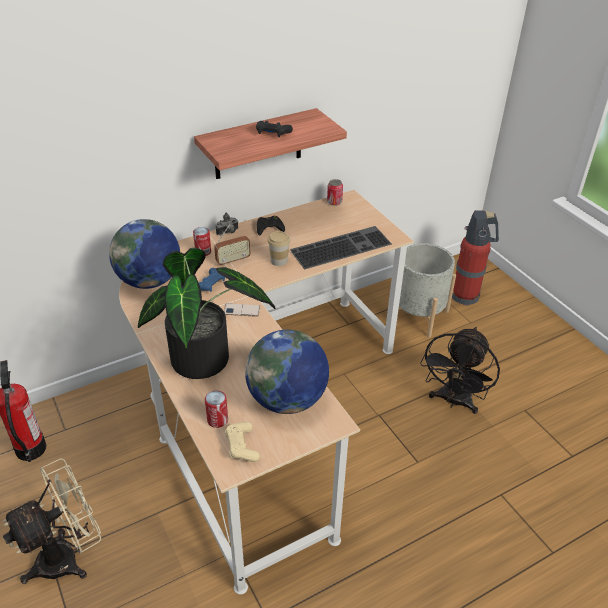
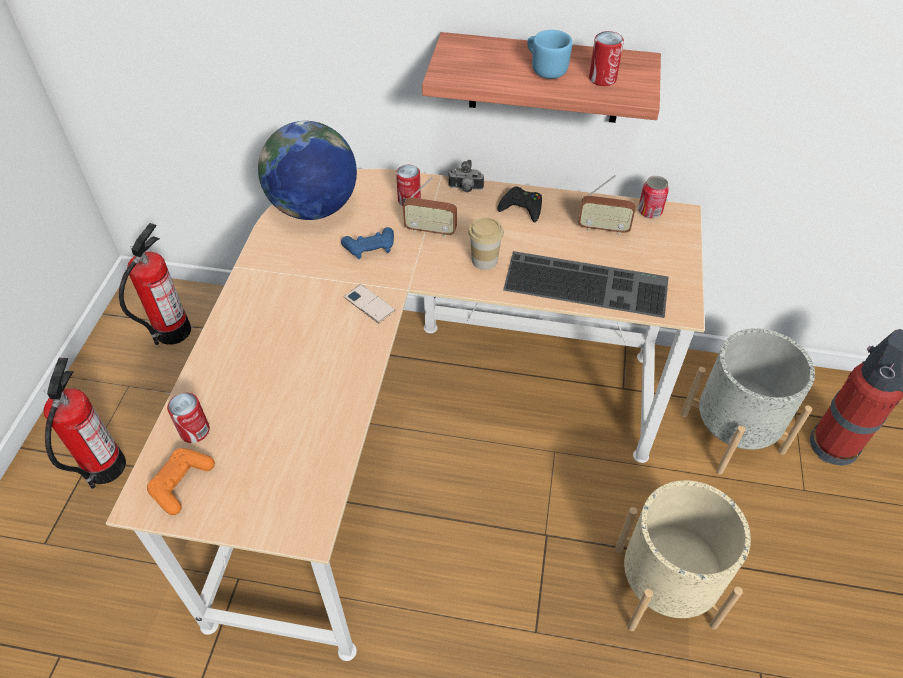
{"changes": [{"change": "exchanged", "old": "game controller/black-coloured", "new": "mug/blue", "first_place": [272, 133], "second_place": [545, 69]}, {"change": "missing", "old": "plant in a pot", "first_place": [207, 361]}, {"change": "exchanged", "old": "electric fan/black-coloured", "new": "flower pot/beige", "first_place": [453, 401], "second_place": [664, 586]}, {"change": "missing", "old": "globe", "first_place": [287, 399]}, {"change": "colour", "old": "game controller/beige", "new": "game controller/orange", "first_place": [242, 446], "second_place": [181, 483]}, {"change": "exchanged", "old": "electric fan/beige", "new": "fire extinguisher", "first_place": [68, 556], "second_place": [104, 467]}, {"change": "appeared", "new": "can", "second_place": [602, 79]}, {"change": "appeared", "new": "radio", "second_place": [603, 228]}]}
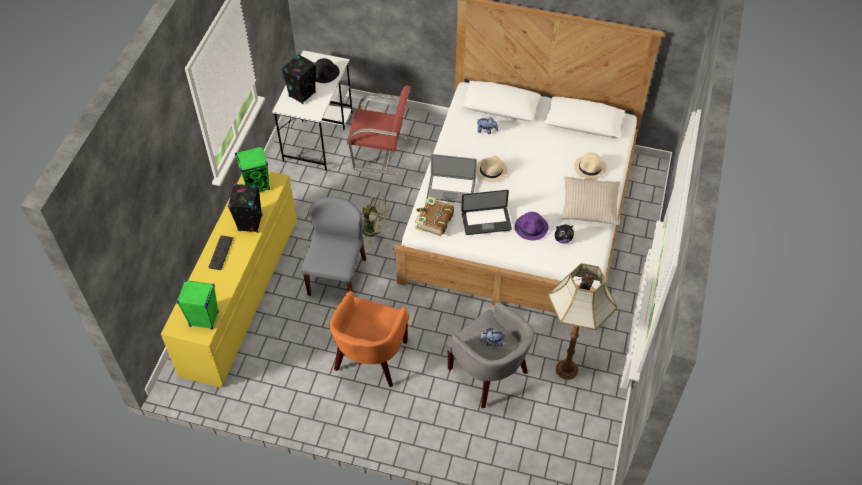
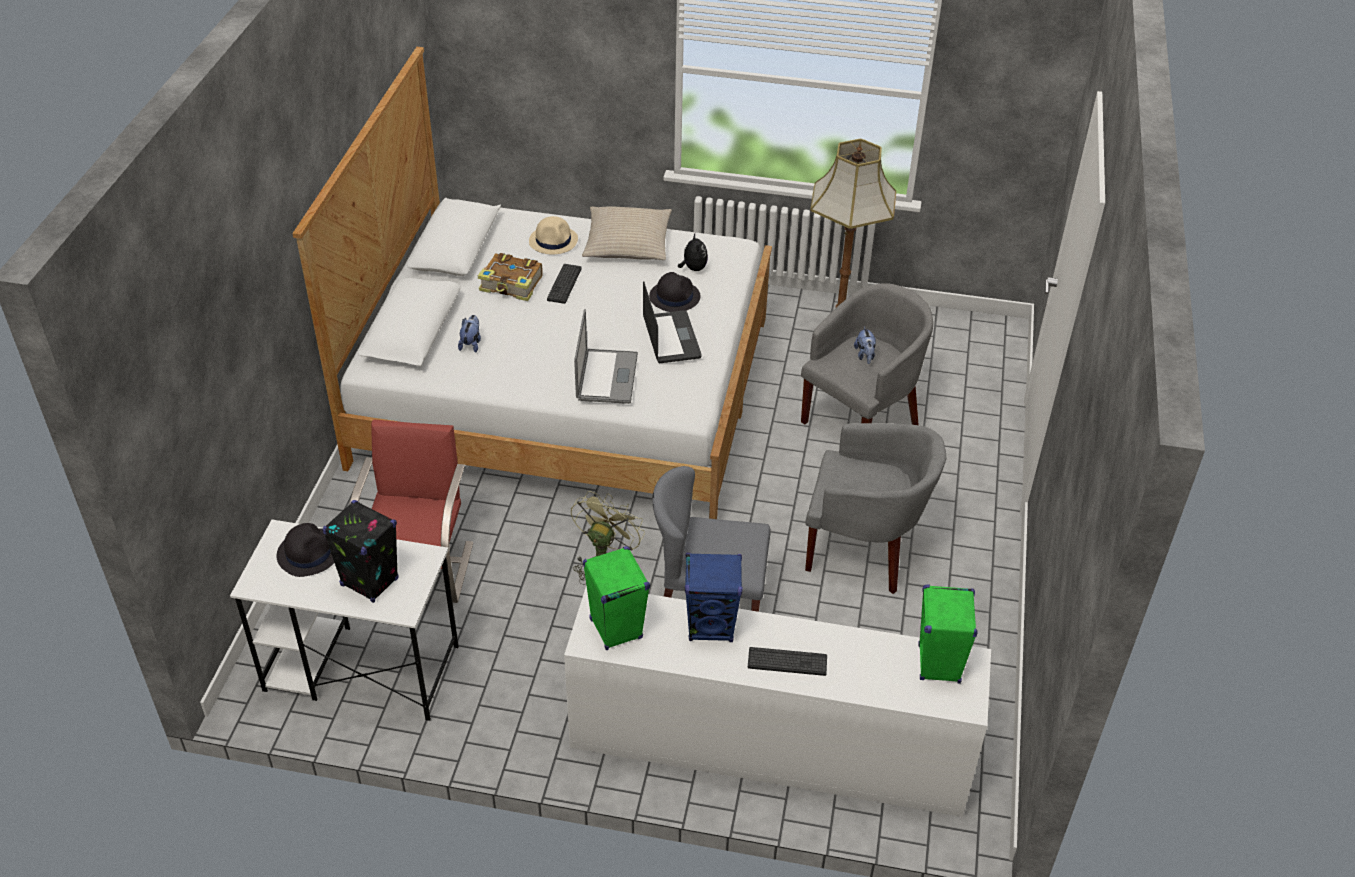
{"changes": [{"change": "missing", "old": "wearable hat/beige", "first_place": [491, 170]}, {"change": "colour", "old": "chest of drawers/yellowish", "new": "chest of drawers/white", "first_place": [240, 295], "second_place": [769, 745]}, {"change": "colour", "old": "speaker/black-coloured", "new": "speaker/blue", "first_place": [250, 223], "second_place": [711, 627]}, {"change": "relocated", "old": "bound book", "first_place": [433, 221], "second_place": [512, 285]}, {"change": "colour", "old": "wearable hat/purplish", "new": "wearable hat/black-coloured", "first_place": [531, 227], "second_place": [674, 296]}, {"change": "colour", "old": "lounge chair/orange", "new": "lounge chair/gray", "first_place": [371, 358], "second_place": [864, 549]}, {"change": "appeared", "new": "keyboard", "second_place": [564, 284]}]}
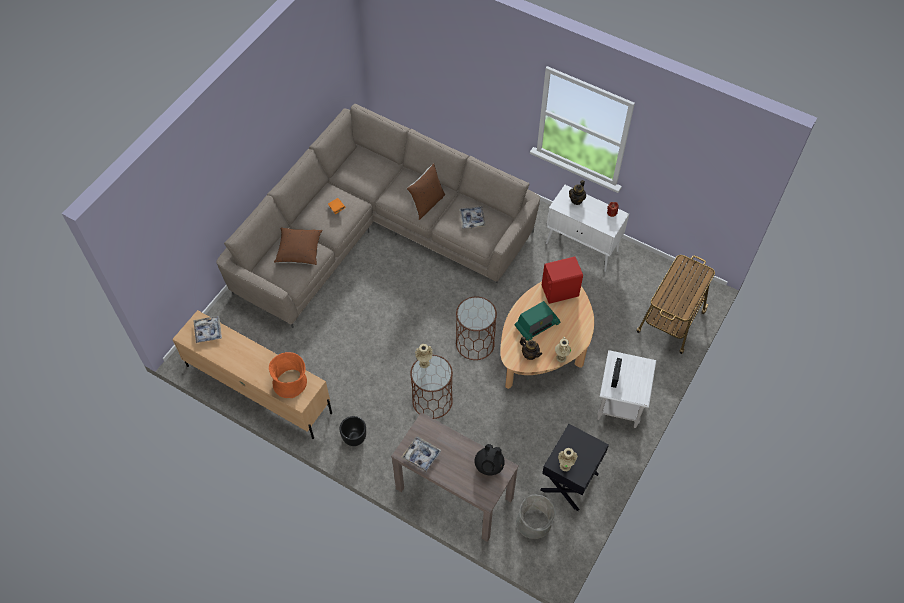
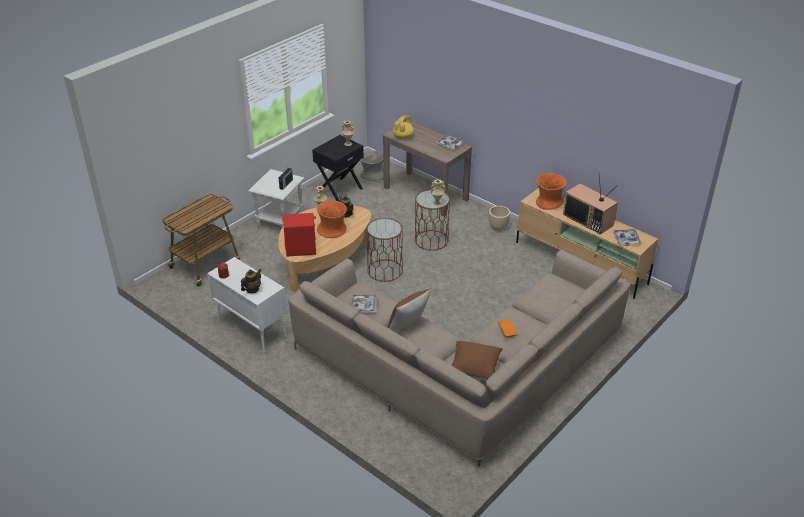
{"changes": [{"change": "relocated", "old": "pillow/brown", "first_place": [299, 251], "second_place": [474, 368]}, {"change": "exchanged", "old": "radio", "new": "decorative vase/orange", "first_place": [536, 325], "second_place": [332, 230]}, {"change": "colour", "old": "flower pot/black-coloured", "new": "flower pot/beige", "first_place": [354, 437], "second_place": [498, 227]}, {"change": "colour", "old": "tea pot/black-coloured", "new": "tea pot/yellowish", "first_place": [489, 466], "second_place": [403, 136]}, {"change": "appeared", "new": "TV", "second_place": [589, 220]}]}
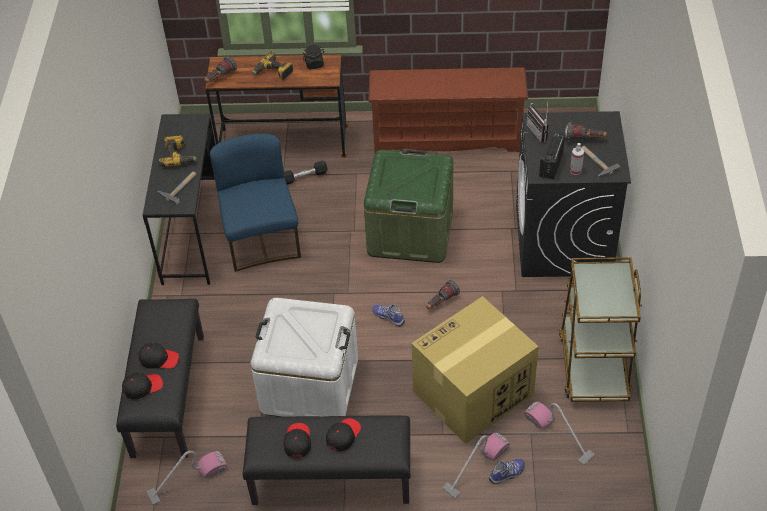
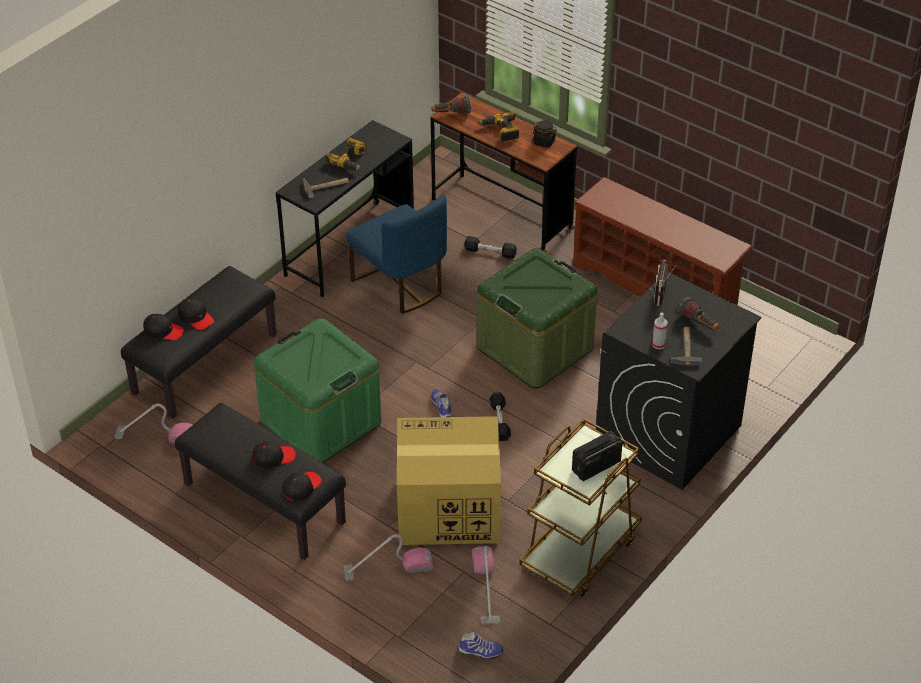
{"changes": [{"change": "relocated", "old": "radio", "first_place": [550, 165], "second_place": [595, 466]}, {"change": "spun", "old": "plain chair/blue", "first_place": [262, 240], "second_place": [400, 285], "degrees": 120}, {"change": "exchanged", "old": "flashlight", "new": "hand weight/black-coloured", "first_place": [441, 302], "second_place": [500, 421]}, {"change": "colour", "old": "storage bin/white", "new": "storage bin/green", "first_place": [309, 385], "second_place": [321, 422]}, {"change": "relocated", "old": "baseball cap/black-coloured", "first_place": [297, 441], "second_place": [301, 488]}, {"change": "relocated", "old": "shoe", "first_place": [507, 474], "second_place": [480, 652]}]}
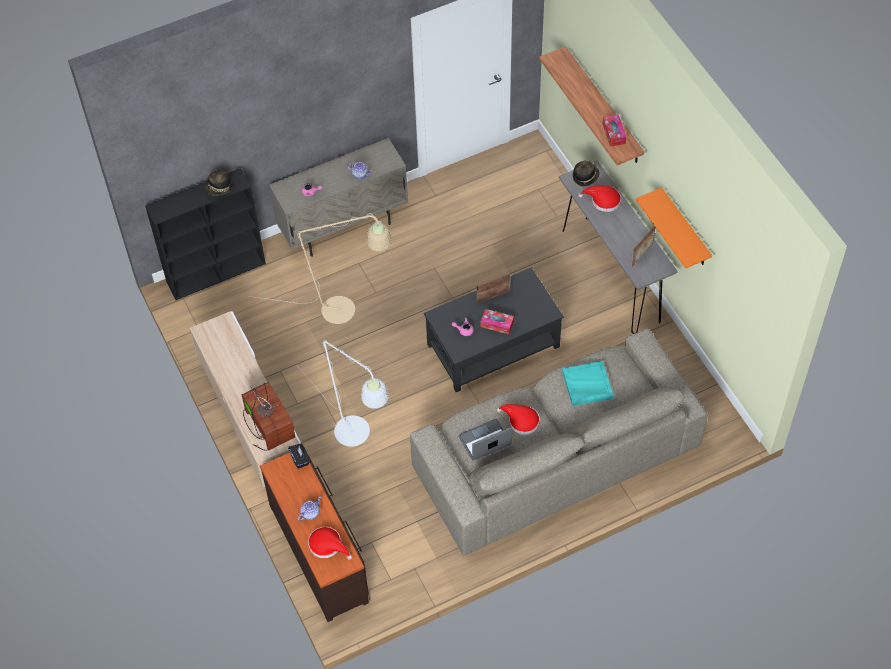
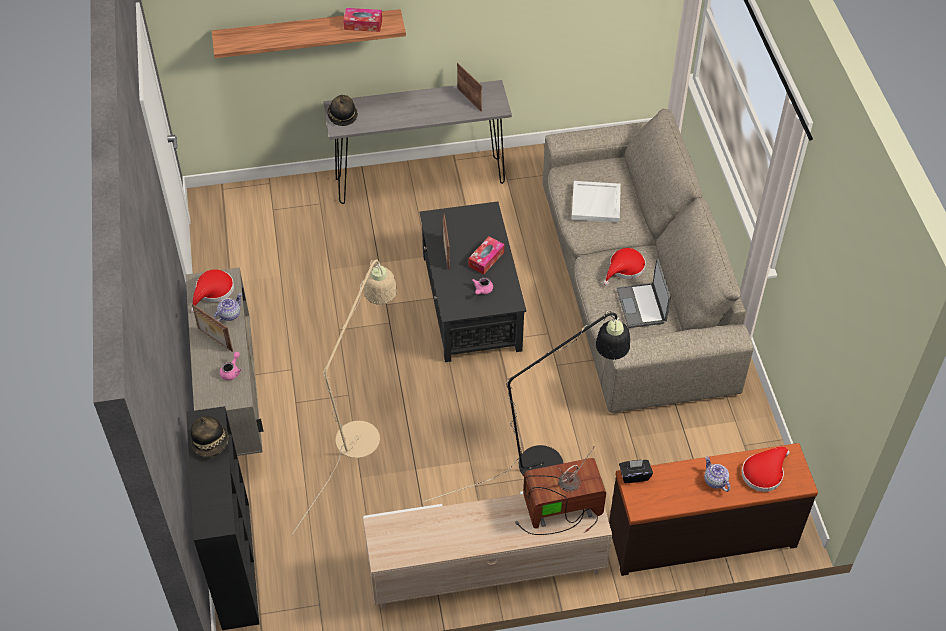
{"changes": [{"change": "relocated", "old": "wearable hat/red", "first_place": [603, 201], "second_place": [213, 291]}, {"change": "missing", "old": "shelf/orange", "first_place": [685, 229]}, {"change": "colour", "old": "standard lamp/white", "new": "standard lamp/black-coloured", "first_place": [358, 437], "second_place": [552, 460]}, {"change": "colour", "old": "carrying tray/turquoise", "new": "carrying tray/white", "first_place": [587, 385], "second_place": [596, 204]}, {"change": "appeared", "new": "standing frame", "second_place": [214, 340]}]}
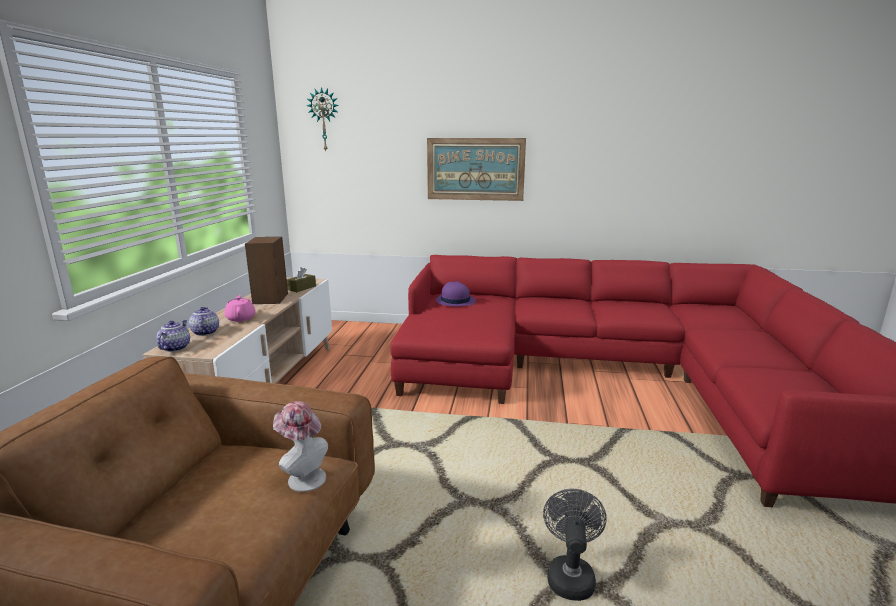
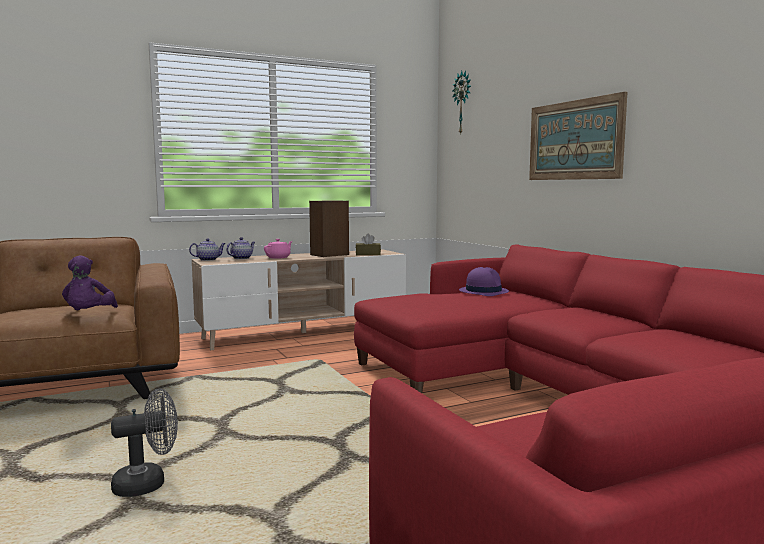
{"changes": [{"change": "exchanged", "old": "wearable hat", "new": "plush toy/purplish", "first_place": [303, 477], "second_place": [89, 315]}]}
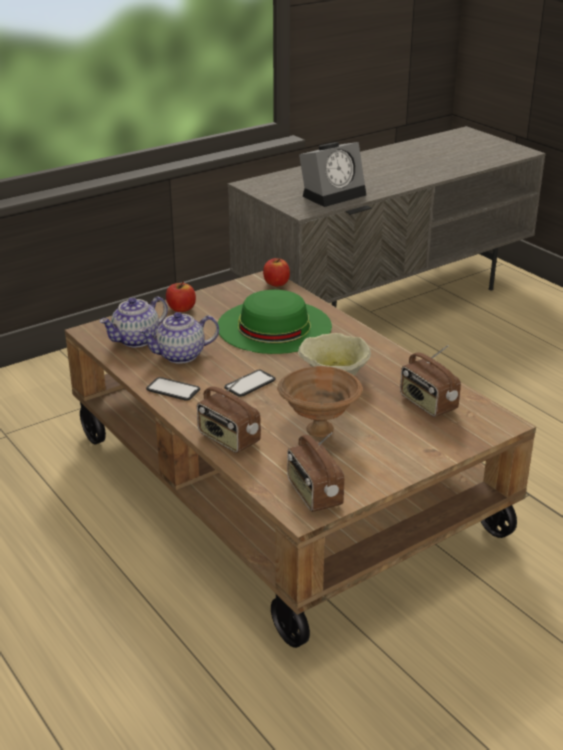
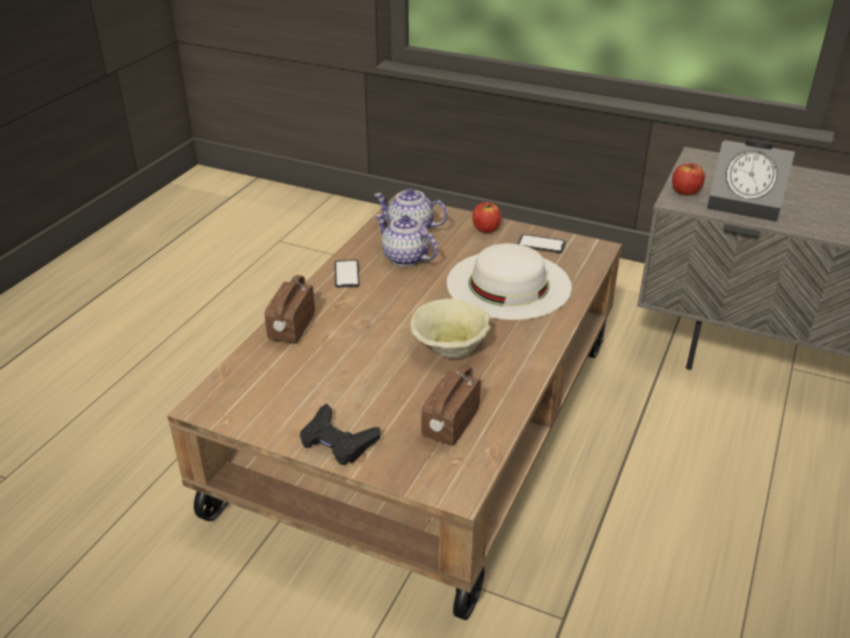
{"changes": [{"change": "relocated", "old": "whole apple", "first_place": [276, 283], "second_place": [685, 191]}, {"change": "colour", "old": "wearable hat/green", "new": "wearable hat/white", "first_place": [274, 326], "second_place": [508, 284]}, {"change": "missing", "old": "bowl/brown", "first_place": [317, 429]}, {"change": "relocated", "old": "telephone", "first_place": [250, 384], "second_place": [541, 244]}, {"change": "missing", "old": "radio", "first_place": [313, 494]}, {"change": "appeared", "new": "game controller/black-coloured", "second_place": [337, 441]}]}
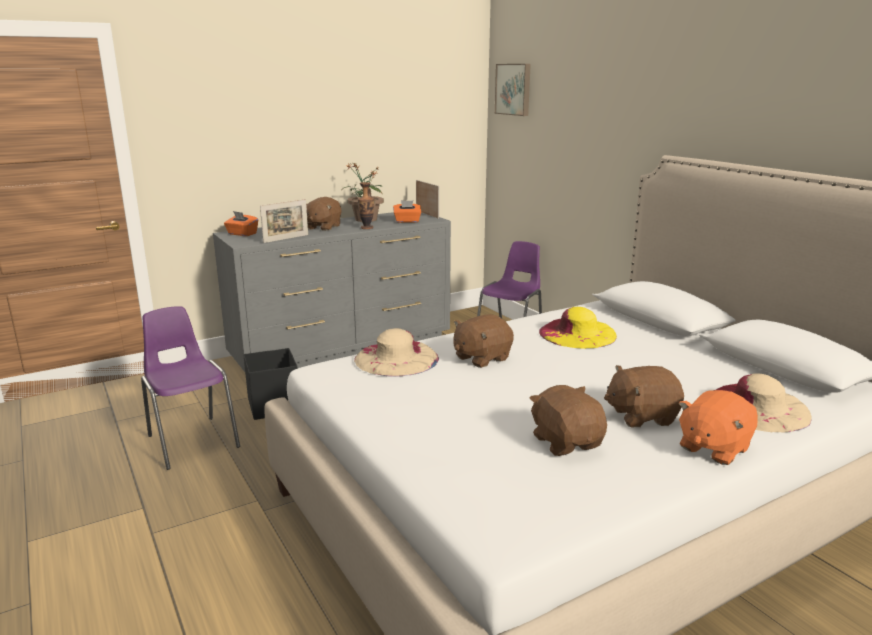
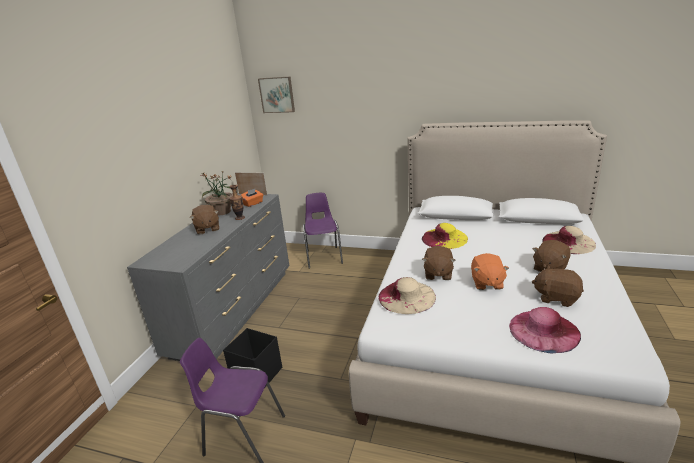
{"changes": [{"change": "missing", "old": "standing frame", "first_place": [286, 238]}, {"change": "missing", "old": "tissue box/orange", "first_place": [242, 234]}, {"change": "relocated", "old": "plush toy/orange", "first_place": [713, 448], "second_place": [486, 283]}, {"change": "appeared", "new": "wearable hat/pink-coloured", "second_place": [544, 330]}]}
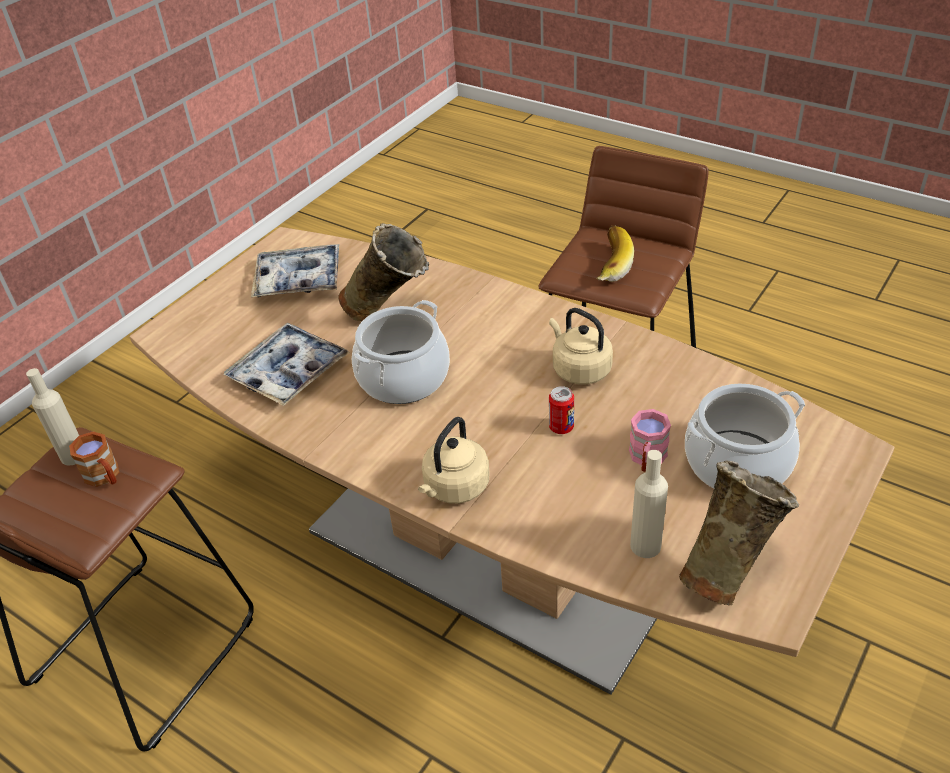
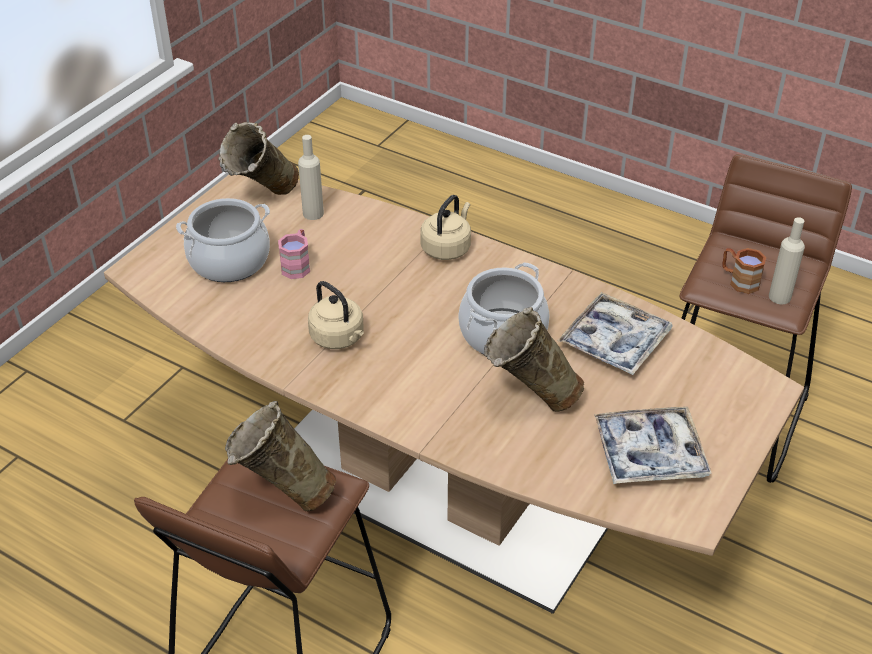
{"changes": [{"change": "exchanged", "old": "whole banana", "new": "decorative vase/beige", "first_place": [608, 265], "second_place": [283, 497]}, {"change": "missing", "old": "can", "first_place": [561, 427]}]}
